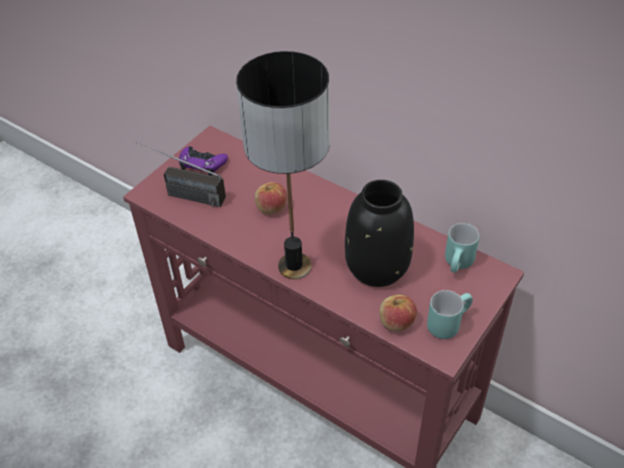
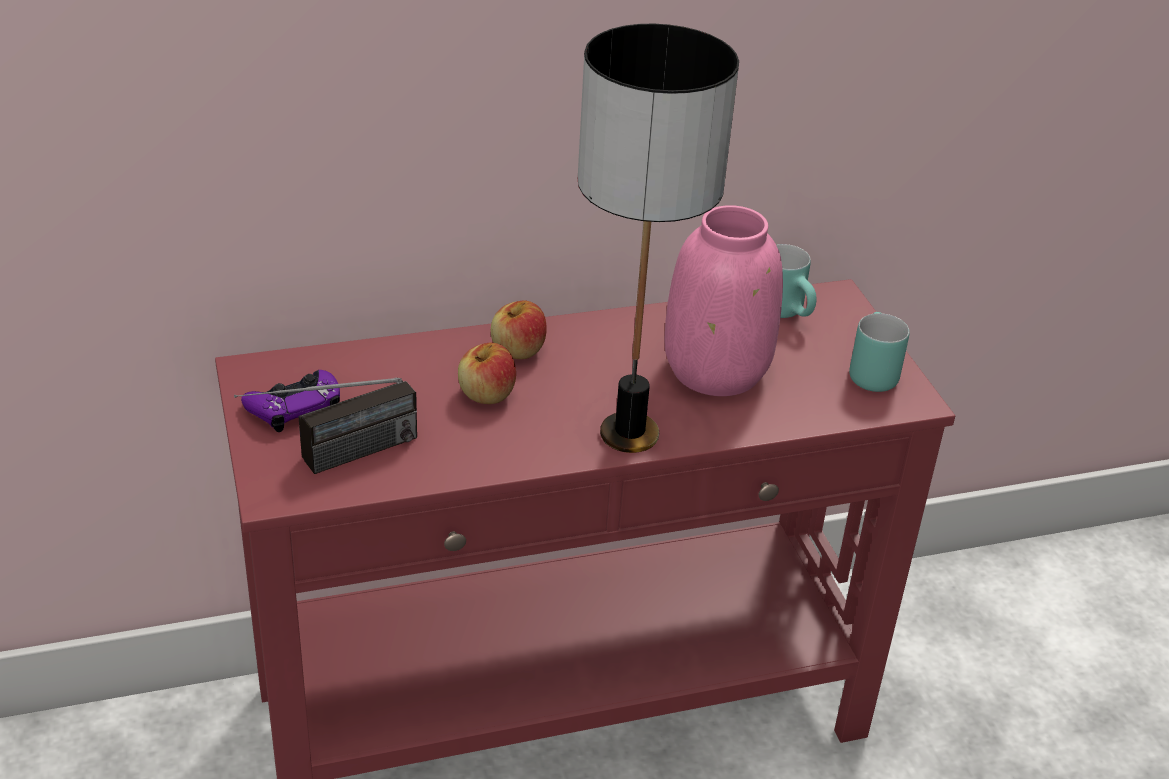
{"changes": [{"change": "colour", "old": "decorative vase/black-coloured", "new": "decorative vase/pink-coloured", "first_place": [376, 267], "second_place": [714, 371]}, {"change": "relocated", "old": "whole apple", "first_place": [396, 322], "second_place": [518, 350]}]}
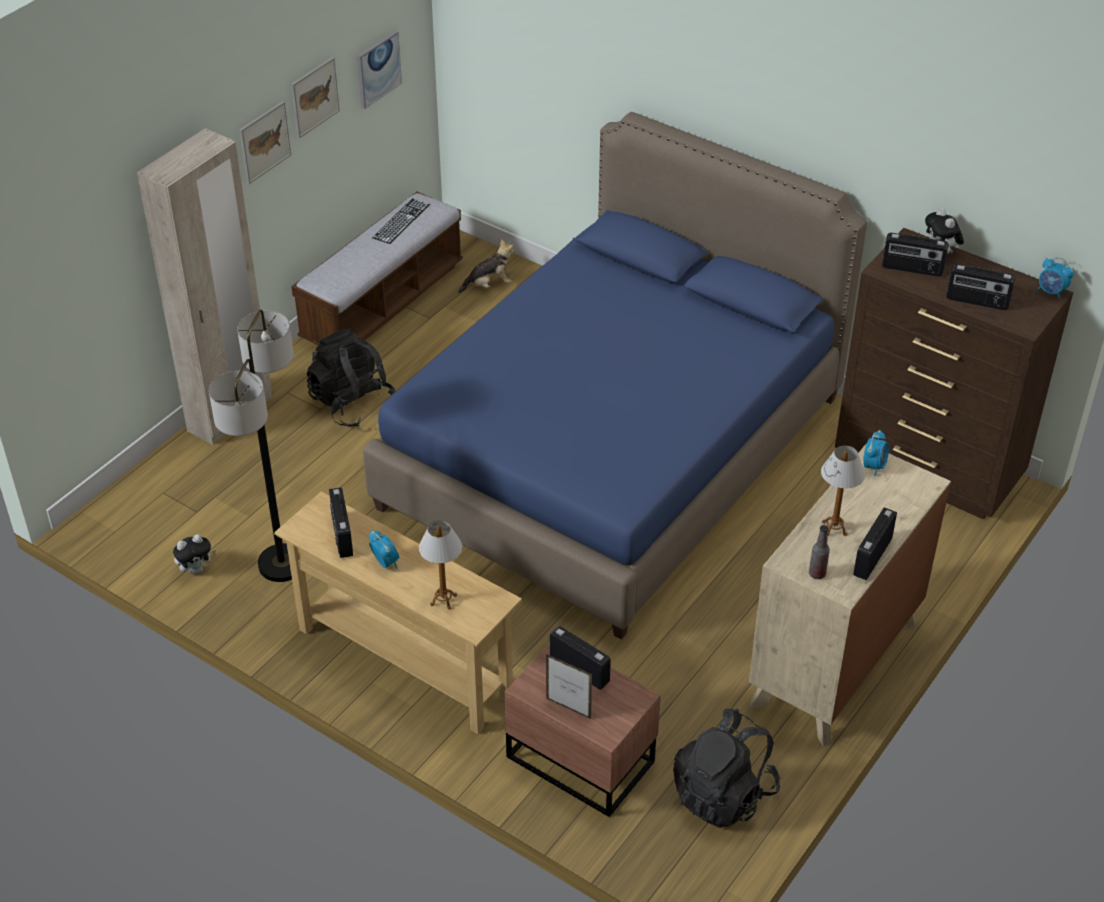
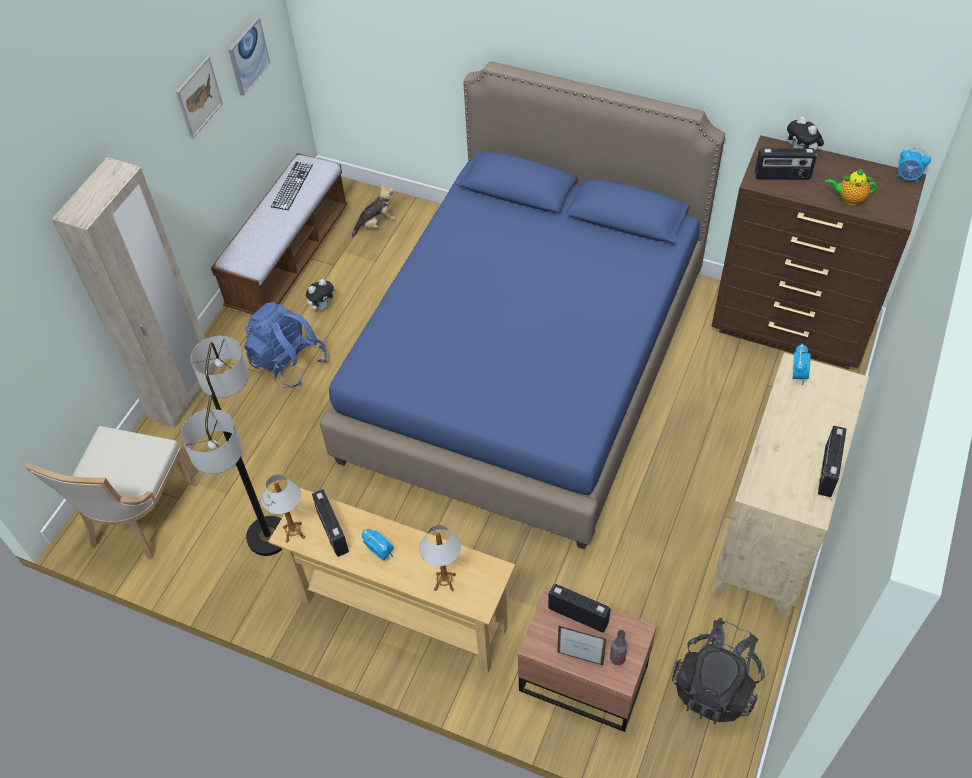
{"changes": [{"change": "missing", "old": "picture", "first_place": [264, 142]}, {"change": "exchanged", "old": "radio", "new": "tea pot", "first_place": [977, 301], "second_place": [849, 199]}, {"change": "colour", "old": "rucksack/black-coloured", "new": "rucksack/blue", "first_place": [352, 404], "second_place": [288, 362]}, {"change": "relocated", "old": "table lamp", "first_place": [834, 529], "second_place": [294, 532]}, {"change": "relocated", "old": "beverage bottle", "first_place": [817, 574], "second_place": [617, 658]}, {"change": "relocated", "old": "plush toy", "first_place": [196, 569], "second_place": [322, 306]}, {"change": "appeared", "new": "plain chair/beige", "second_place": [138, 517]}]}
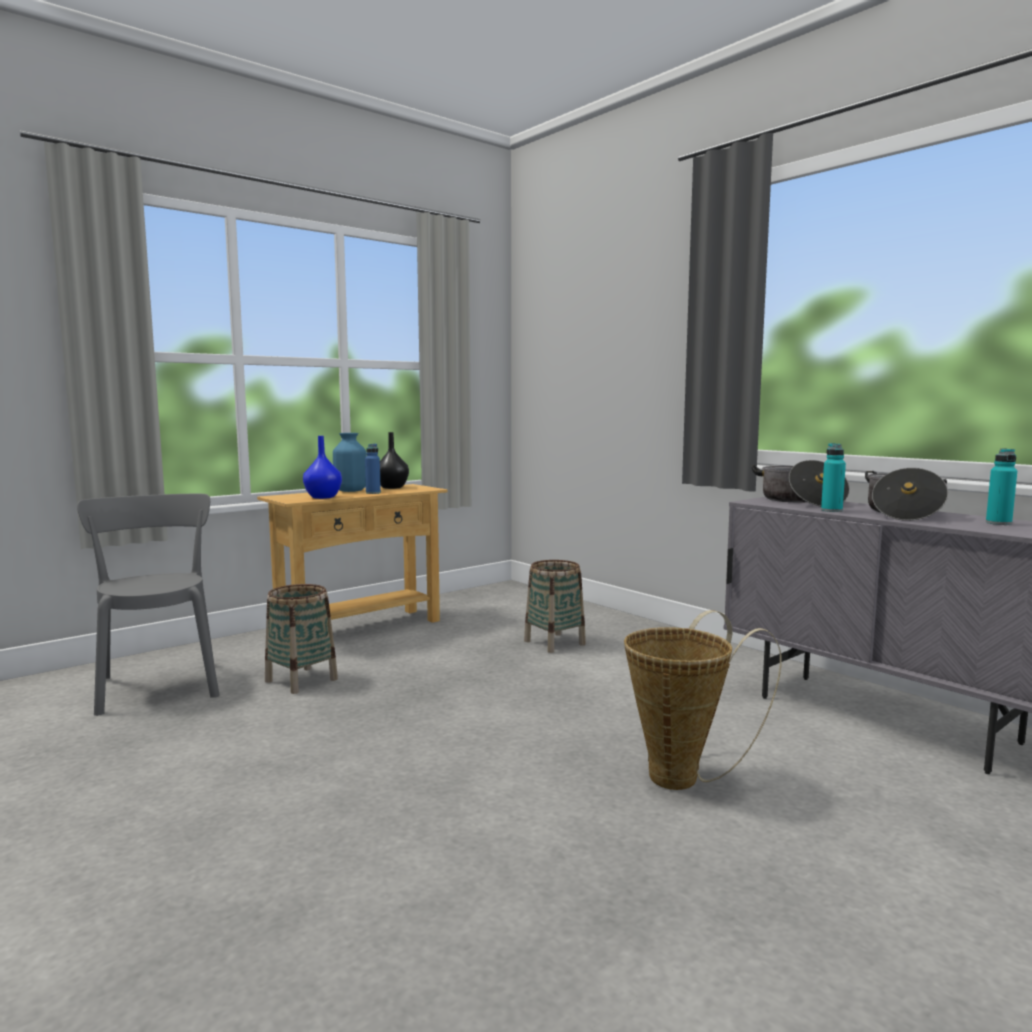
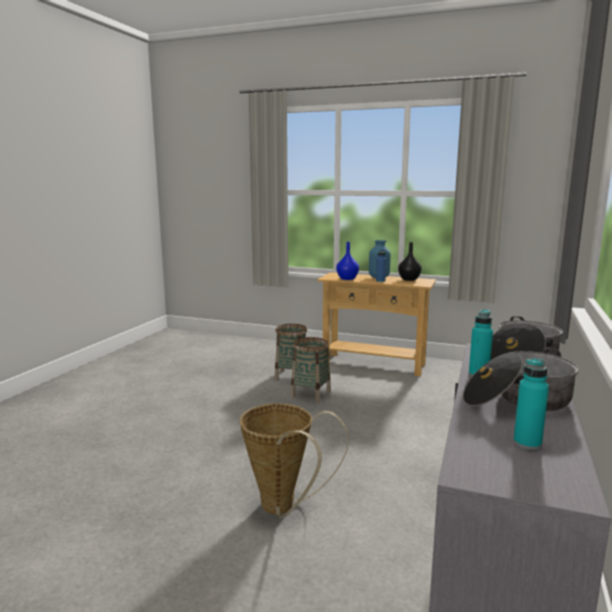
{"changes": [{"change": "missing", "old": "plain chair/gray", "first_place": [159, 684]}, {"change": "relocated", "old": "basket", "first_place": [554, 643], "second_place": [310, 394]}]}
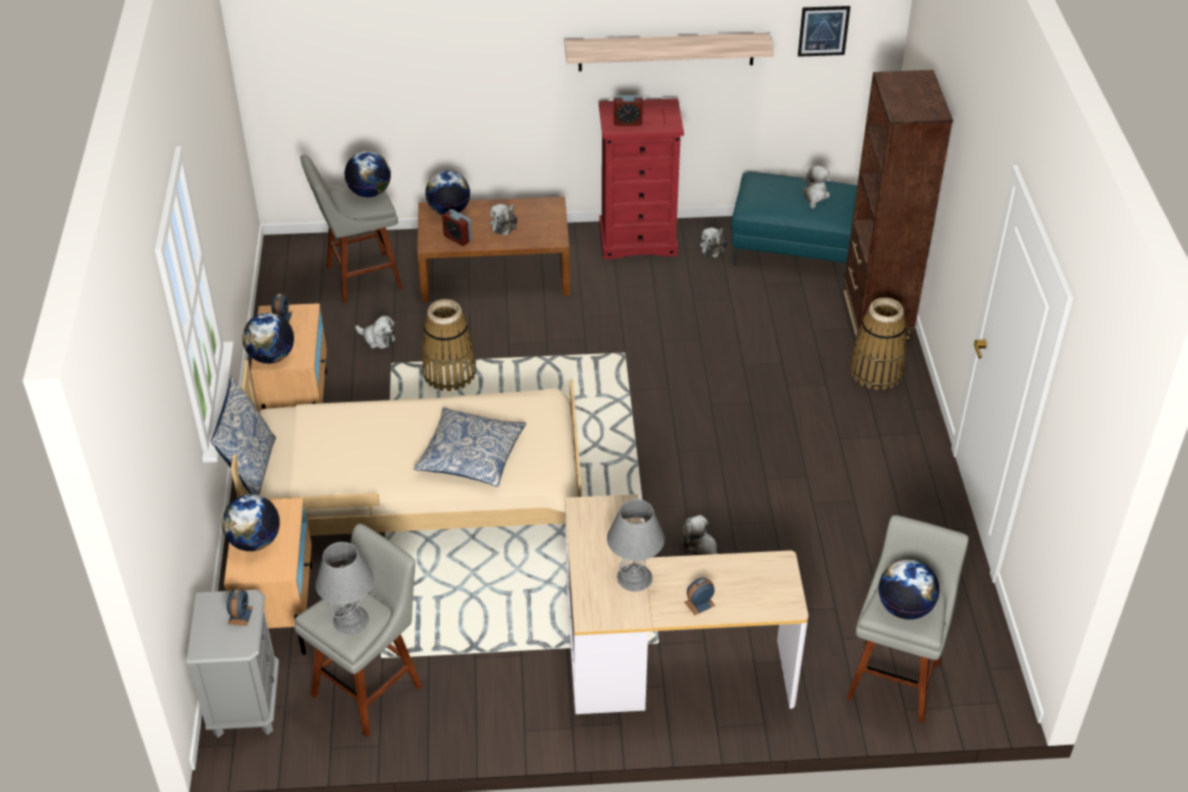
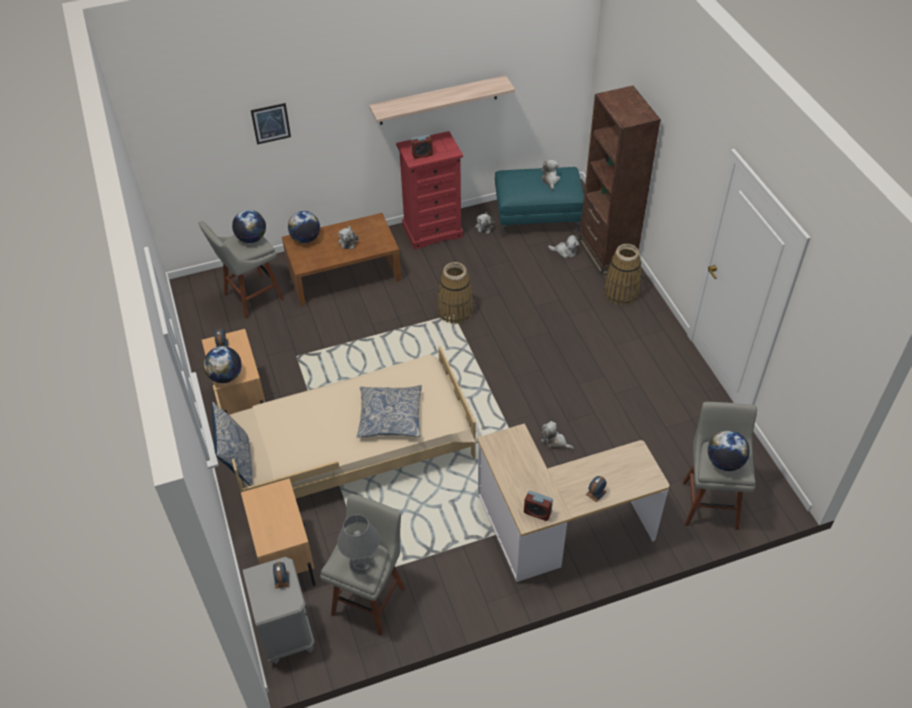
{"changes": [{"change": "relocated", "old": "picture", "first_place": [823, 31], "second_place": [271, 123]}, {"change": "relocated", "old": "alarm clock", "first_place": [458, 238], "second_place": [537, 512]}, {"change": "relocated", "old": "basket", "first_place": [449, 373], "second_place": [455, 311]}, {"change": "relocated", "old": "plush toy", "first_place": [377, 339], "second_place": [565, 251]}, {"change": "missing", "old": "globe", "first_place": [254, 541]}, {"change": "missing", "old": "table lamp/gray", "first_place": [634, 577]}]}
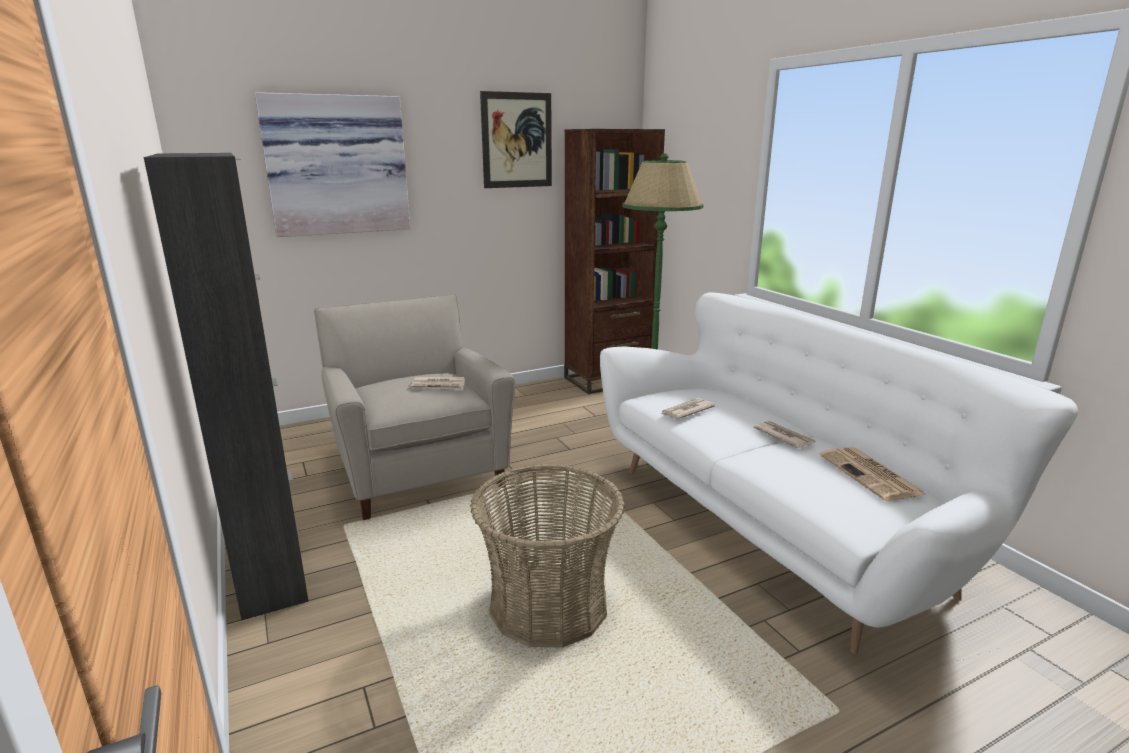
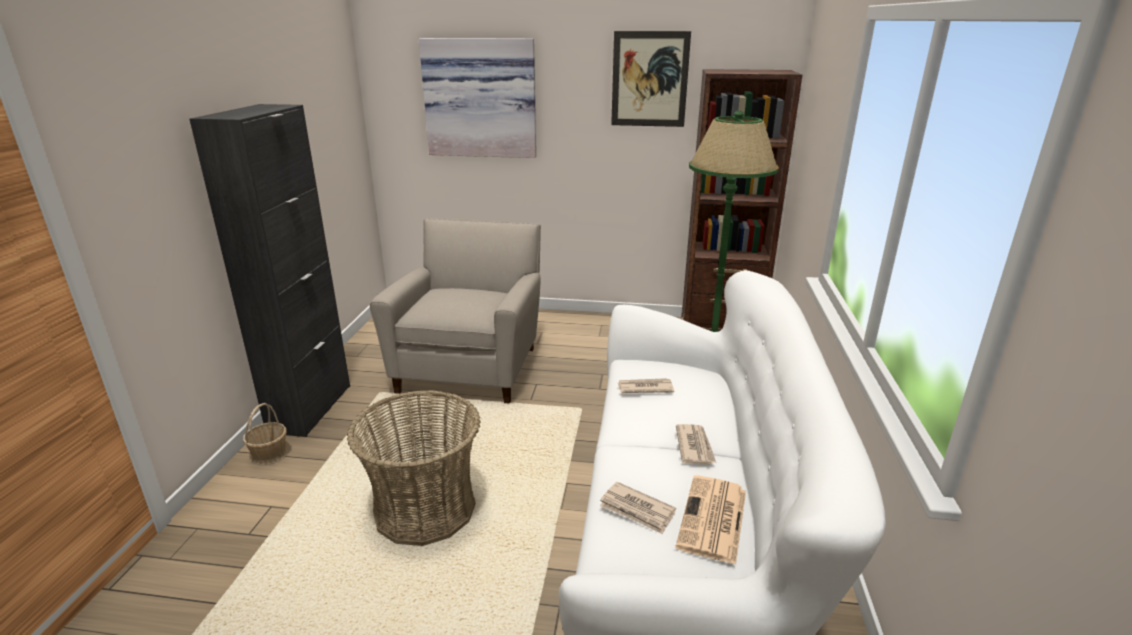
{"changes": [{"change": "relocated", "old": "printed paper", "first_place": [439, 386], "second_place": [637, 510]}, {"change": "appeared", "new": "basket", "second_place": [270, 455]}]}
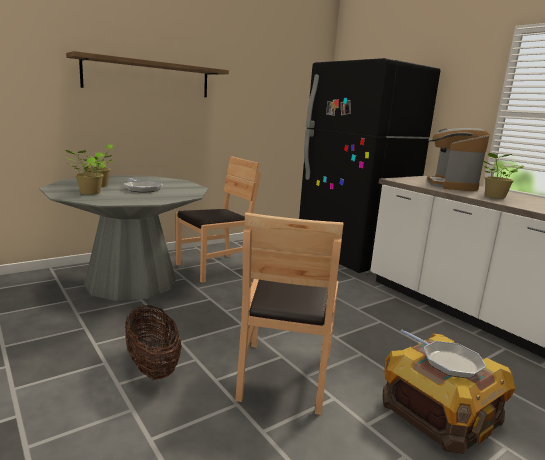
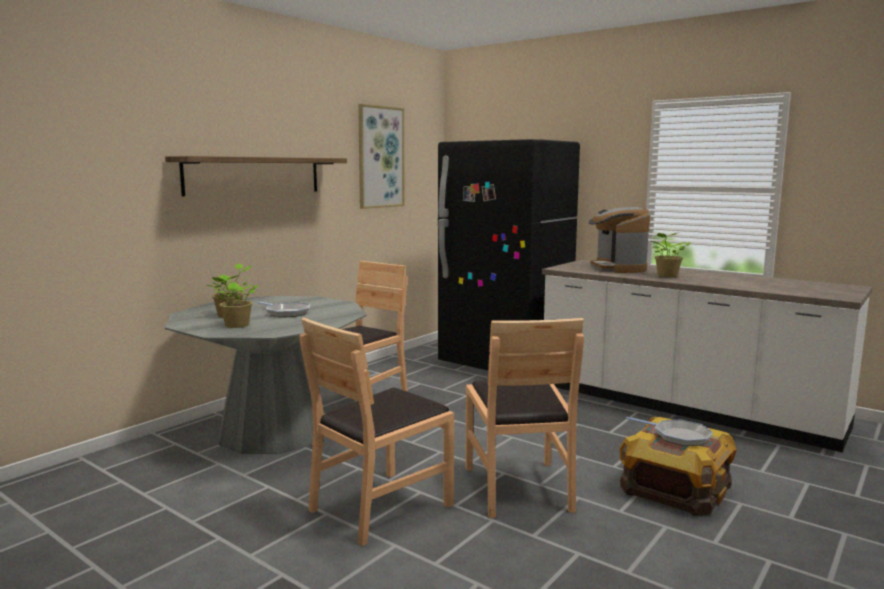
{"changes": [{"change": "exchanged", "old": "basket", "new": "plain chair/brown", "first_place": [152, 366], "second_place": [380, 506]}, {"change": "appeared", "new": "picture", "second_place": [380, 157]}]}
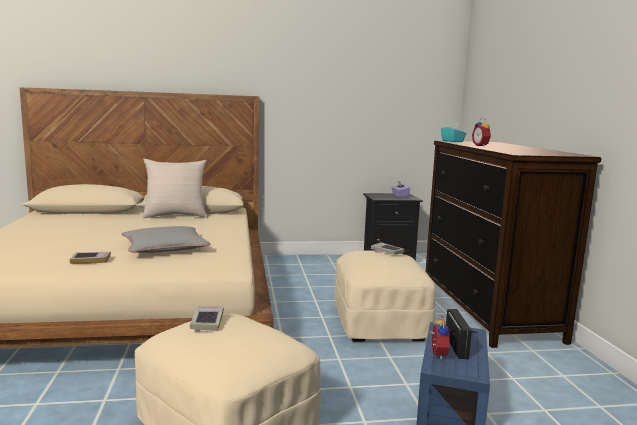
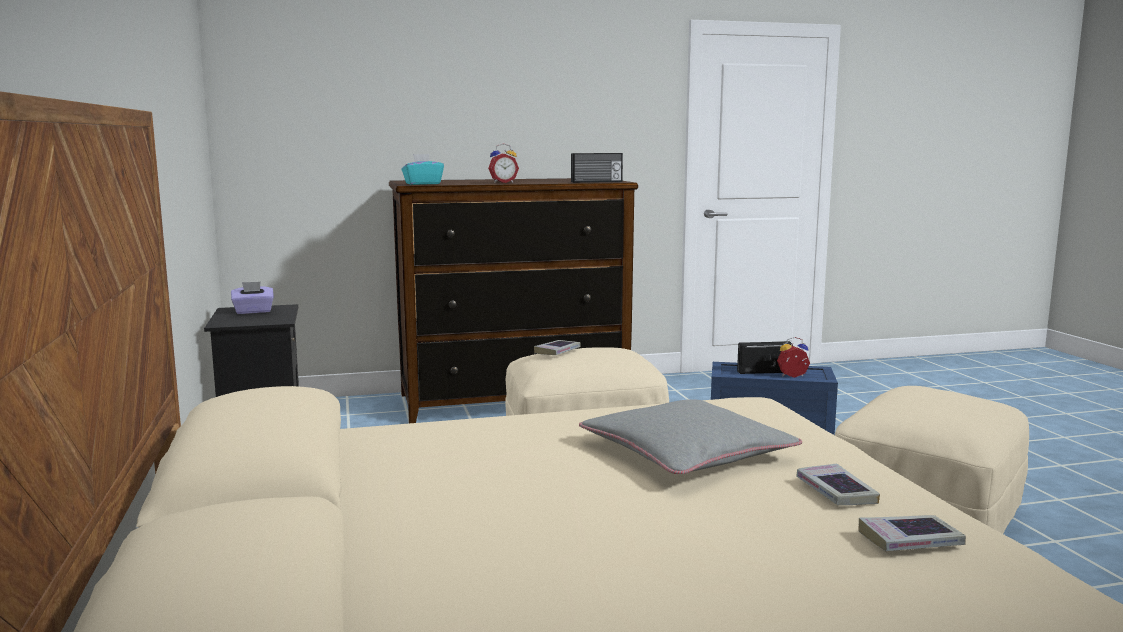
{"changes": [{"change": "missing", "old": "pillow/beige", "first_place": [175, 216]}, {"change": "relocated", "old": "bound book", "first_place": [207, 321], "second_place": [910, 540]}, {"change": "appeared", "new": "radio", "second_place": [596, 182]}]}
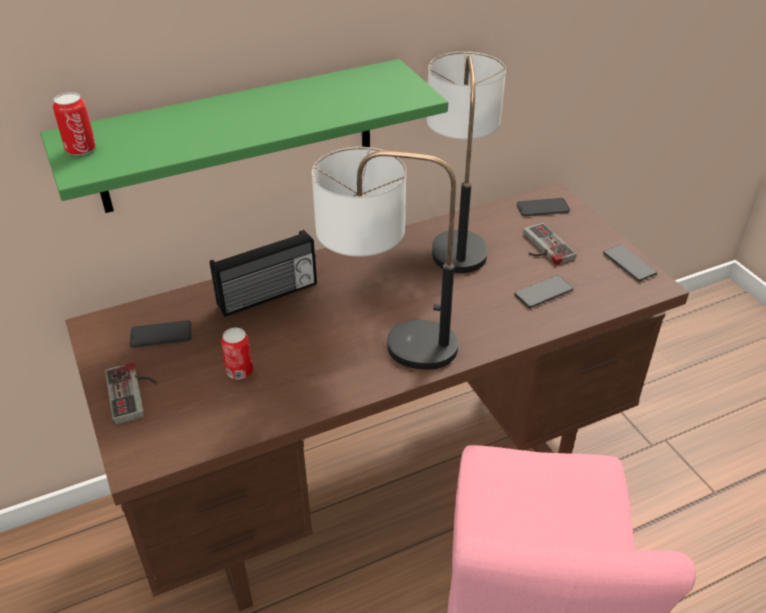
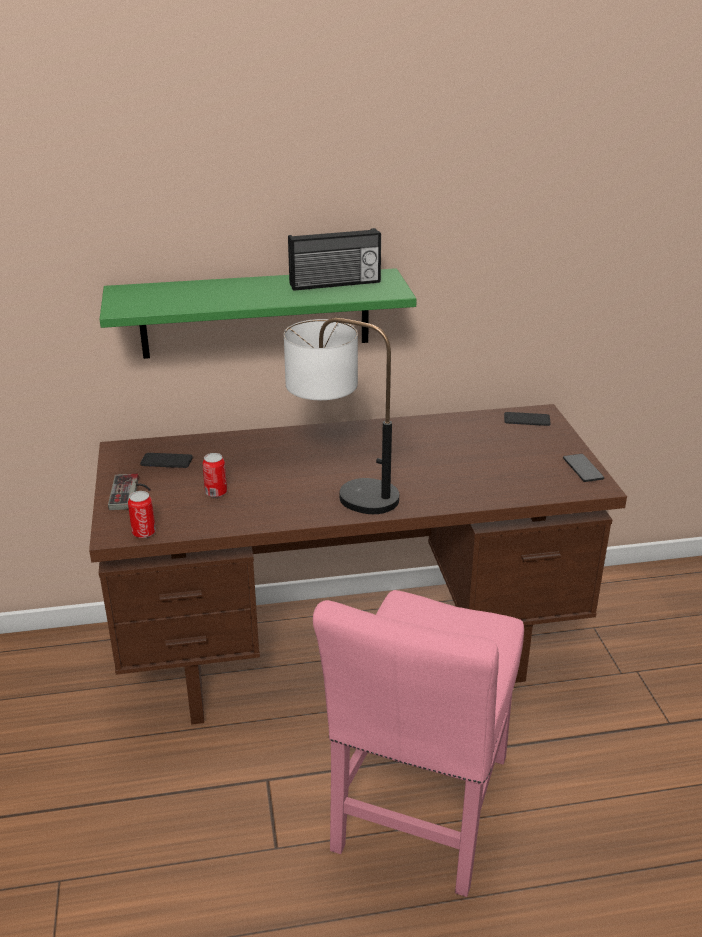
{"changes": [{"change": "missing", "old": "table lamp", "first_place": [457, 235]}, {"change": "relocated", "old": "can", "first_place": [81, 149], "second_place": [144, 532]}, {"change": "missing", "old": "game controller", "first_place": [542, 247]}, {"change": "relocated", "old": "radio", "first_place": [268, 296], "second_place": [335, 284]}, {"change": "missing", "old": "telephone", "first_place": [543, 292]}]}
